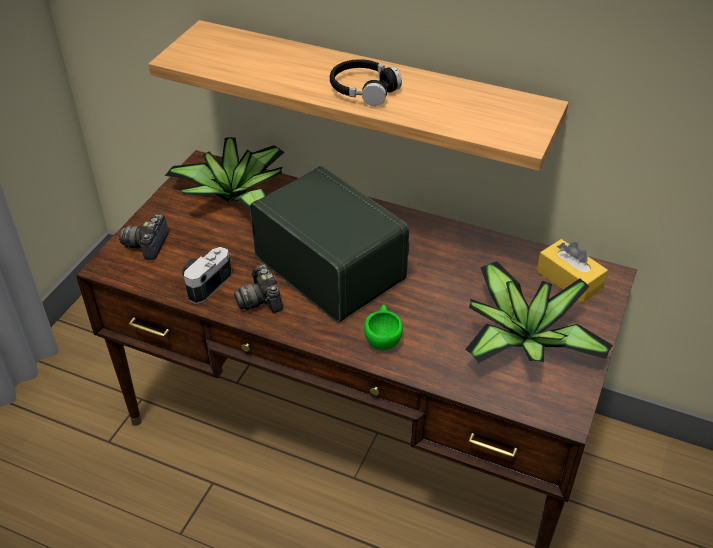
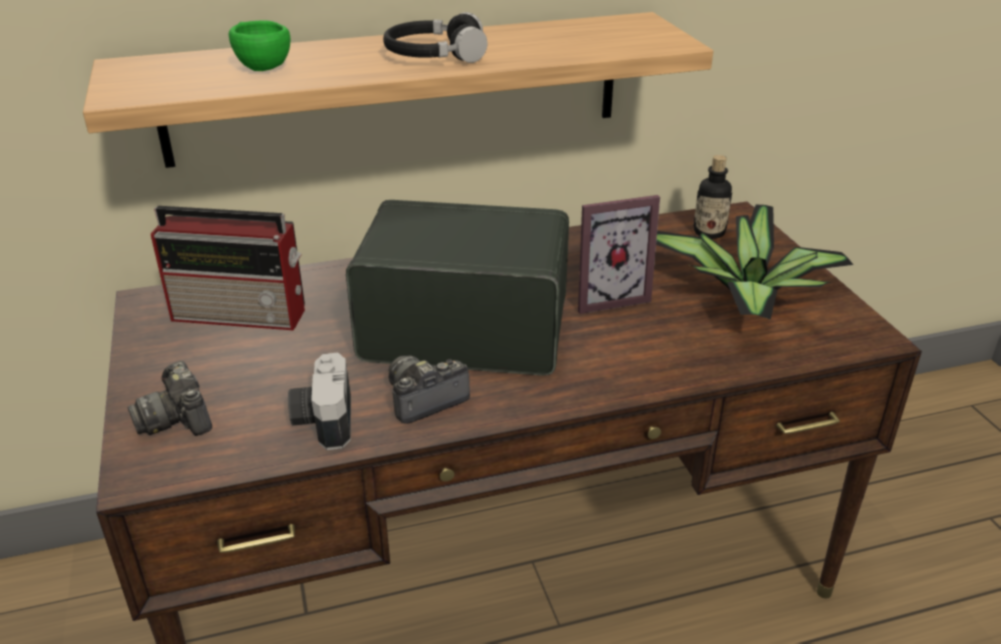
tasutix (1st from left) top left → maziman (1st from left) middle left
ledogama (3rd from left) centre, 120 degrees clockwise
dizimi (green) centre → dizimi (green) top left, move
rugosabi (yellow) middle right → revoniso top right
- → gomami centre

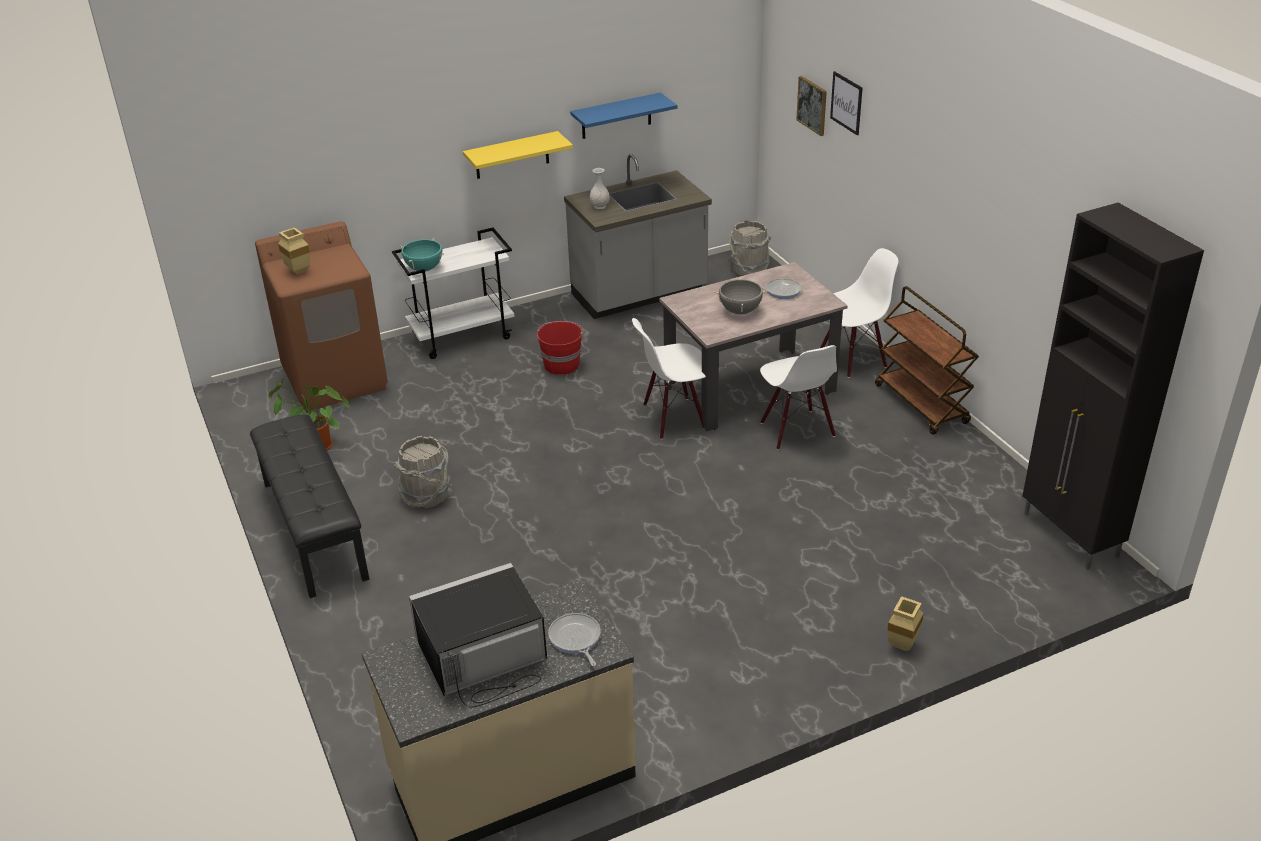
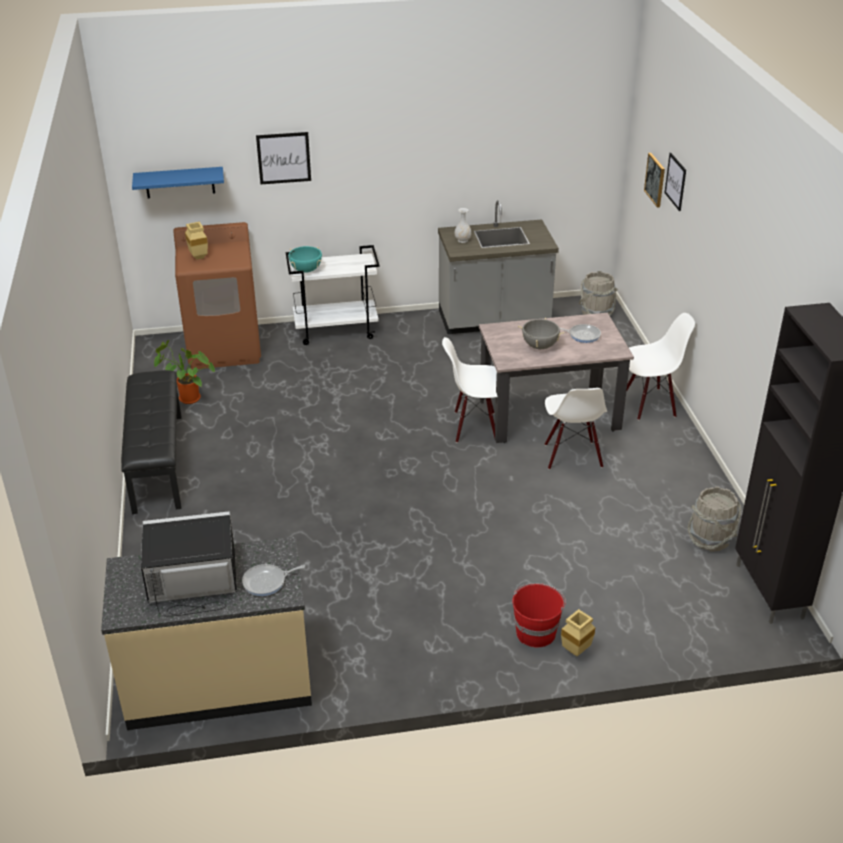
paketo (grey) (1st from left in the first image) centre → paketo (grey) (2nd from left) middle right, move
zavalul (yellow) top centre → -
paketo (red) centre → paketo (red) bottom centre, move
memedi (1st from left) bottom centre → memedi (1st from left) bottom left, 105 degrees counterclockwise
zavalul (blue) top centre → zavalul (blue) top left, move
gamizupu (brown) middle right → -
- → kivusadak (1st from left) top centre

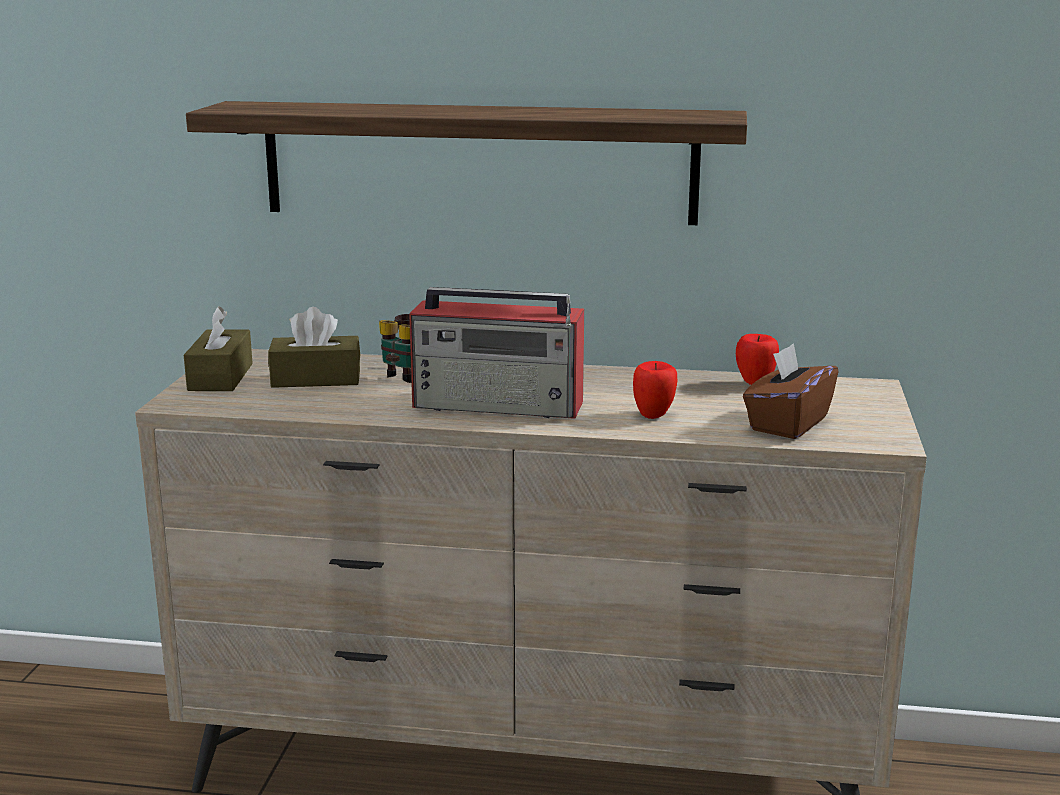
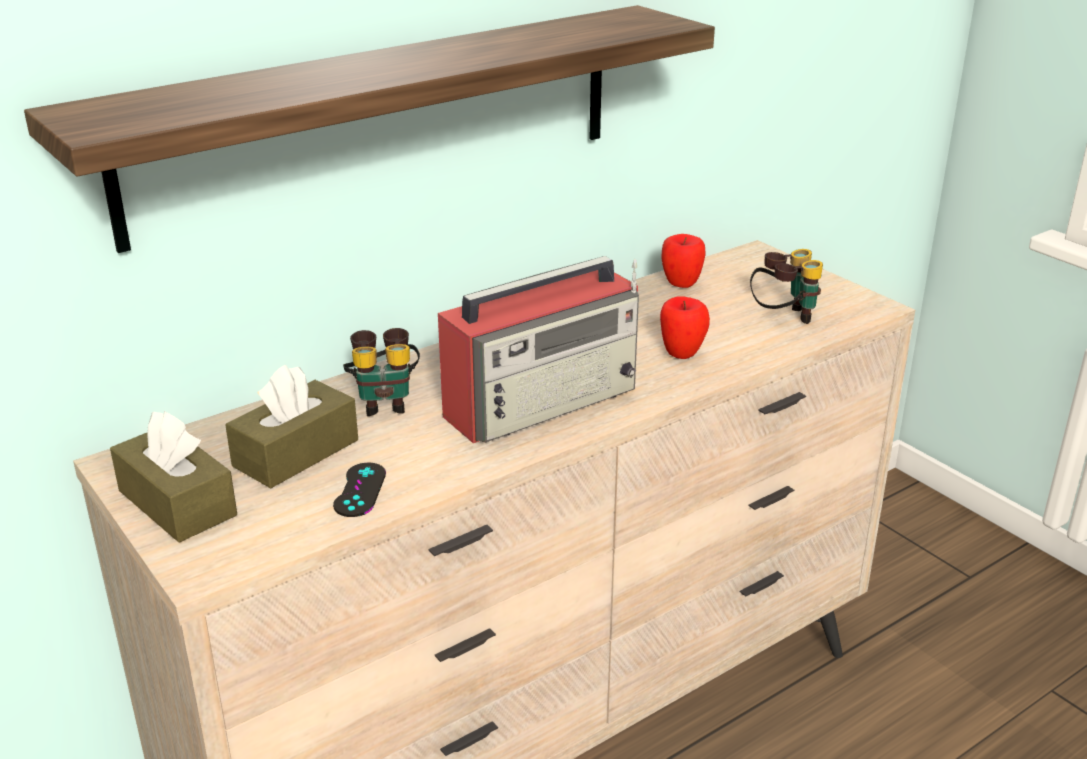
rugosabi (brown) (3rd from left) middle right → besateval (2nd from left) middle right
- → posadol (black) middle left

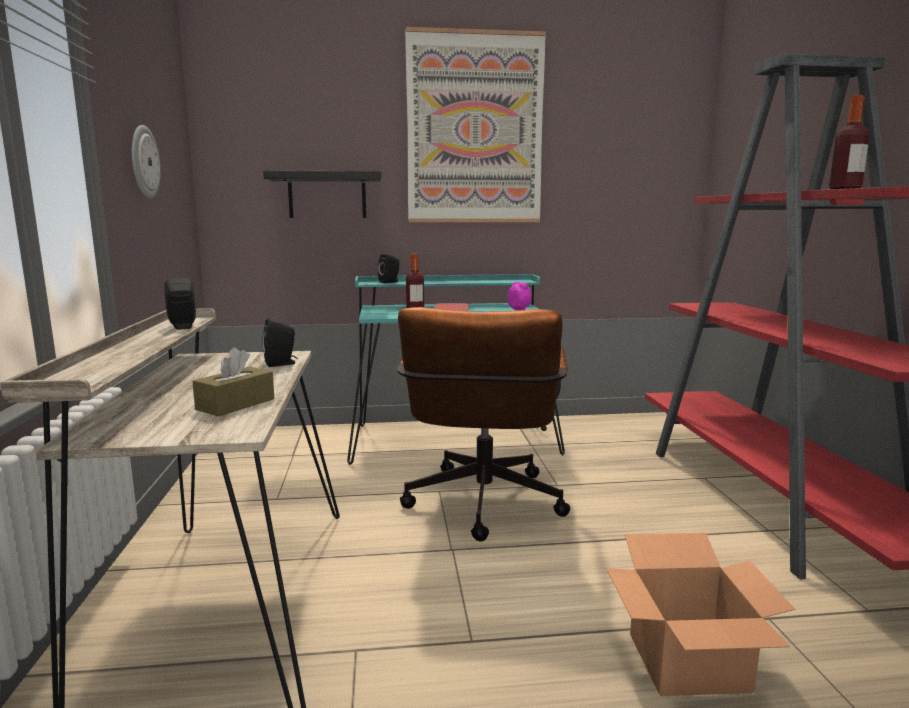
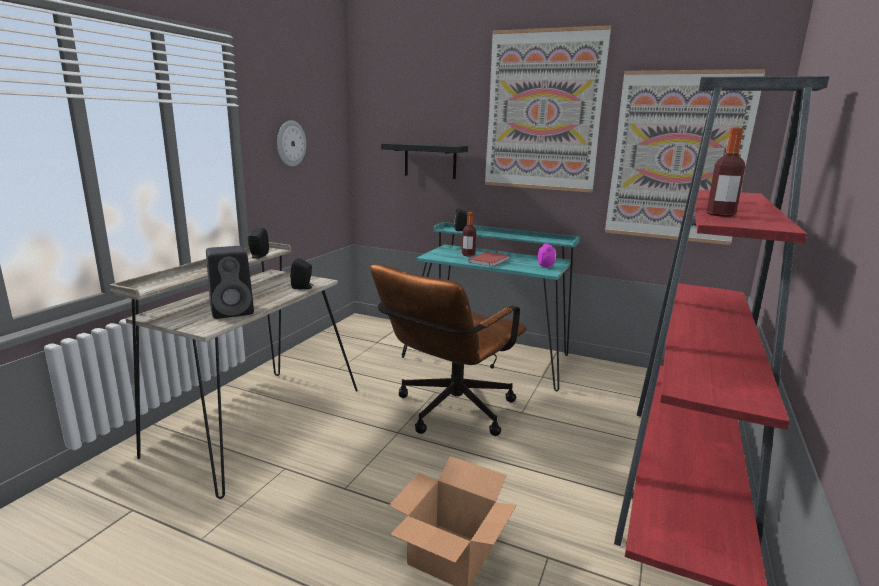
rugosabi (brown) middle left → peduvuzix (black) (1st from left) middle left
- → kivusadak (2nd from left) top right

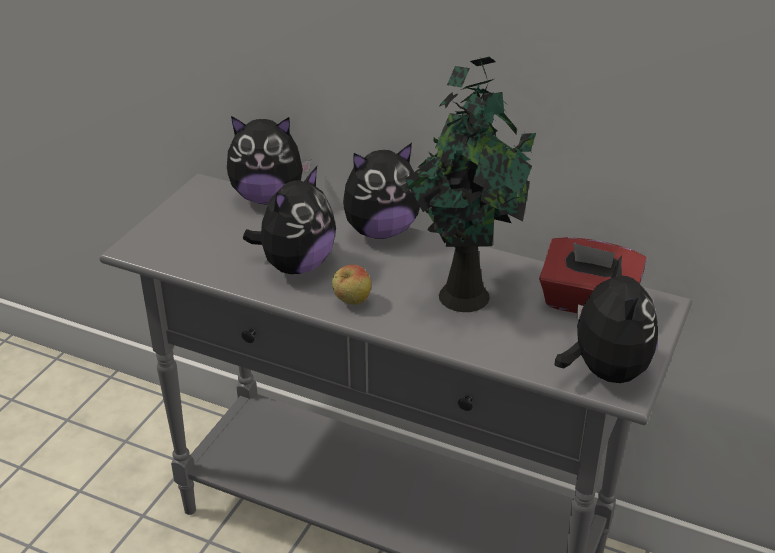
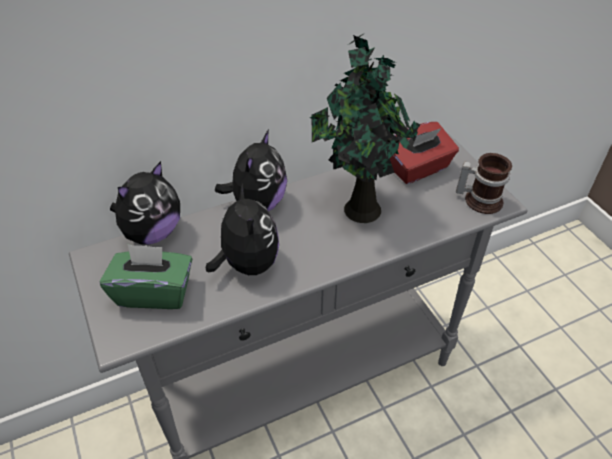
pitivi centre → -
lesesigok (4th from left) middle right → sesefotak middle right
- → rugosabi (green) middle left

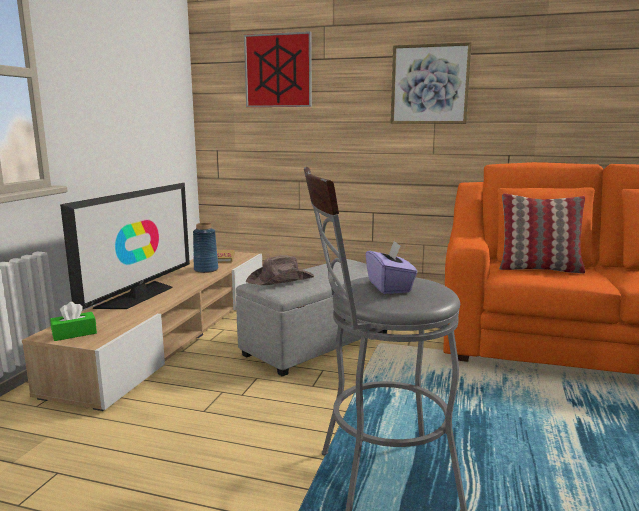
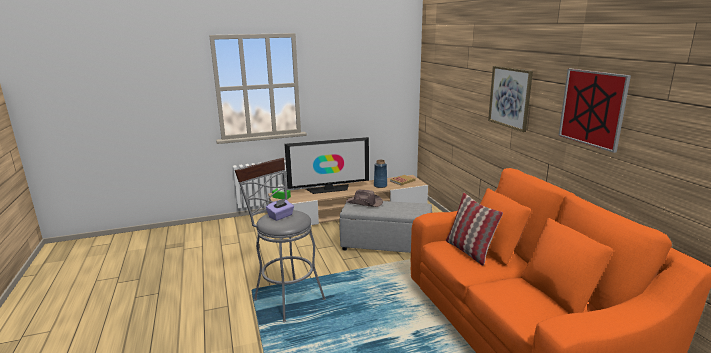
kivusadak (1st from left in the first image) top centre → kivusadak (2nd from left) top right, move

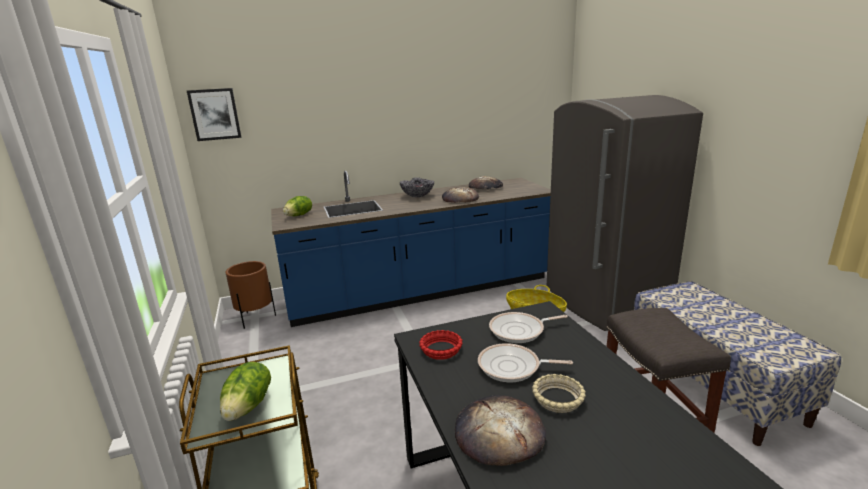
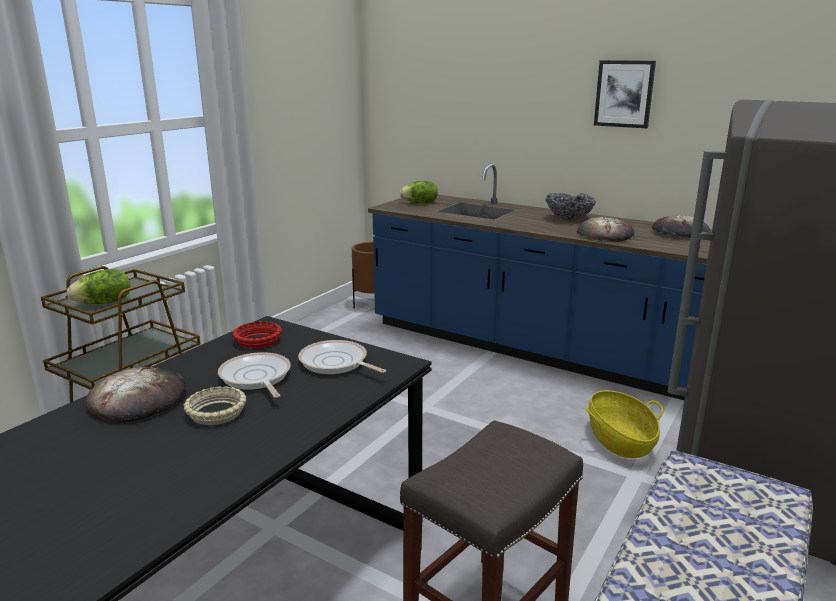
kivusadak top left → kivusadak top right, move

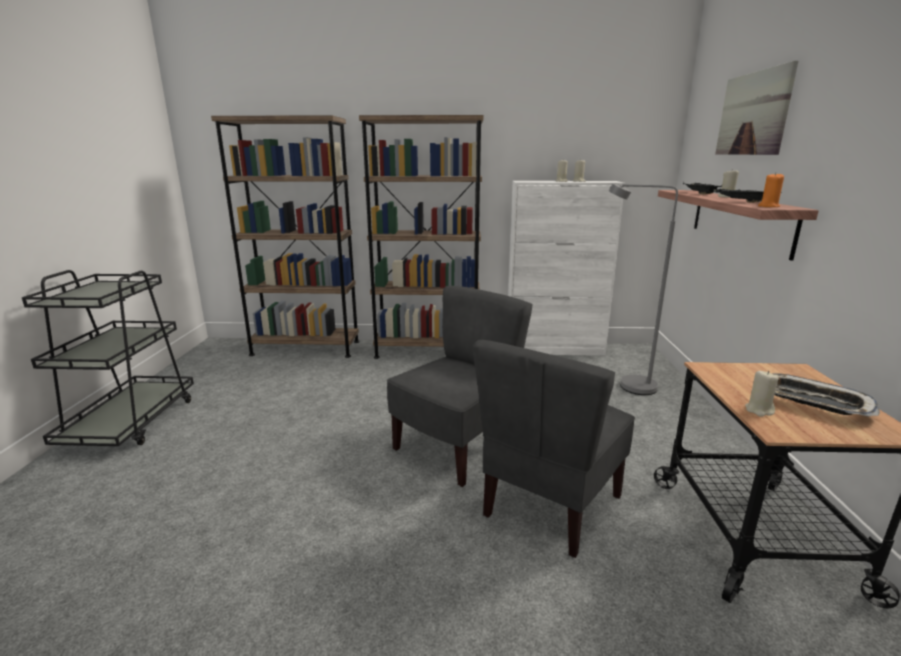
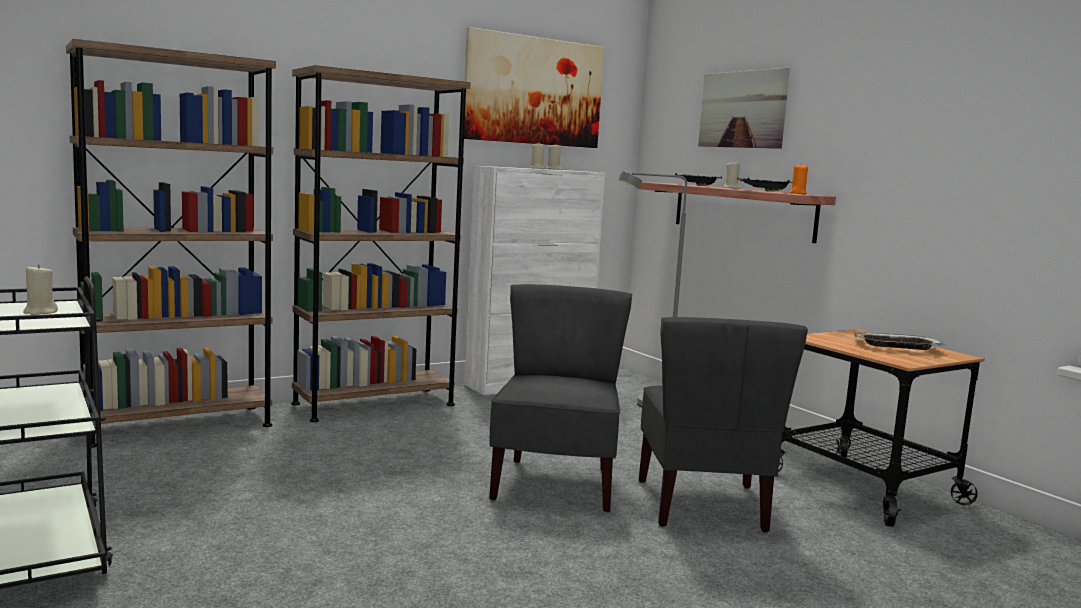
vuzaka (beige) (4th from left in the first image) middle right → vuzaka (beige) (1st from left) middle left, move
- → kivusadak (1st from left) top centre

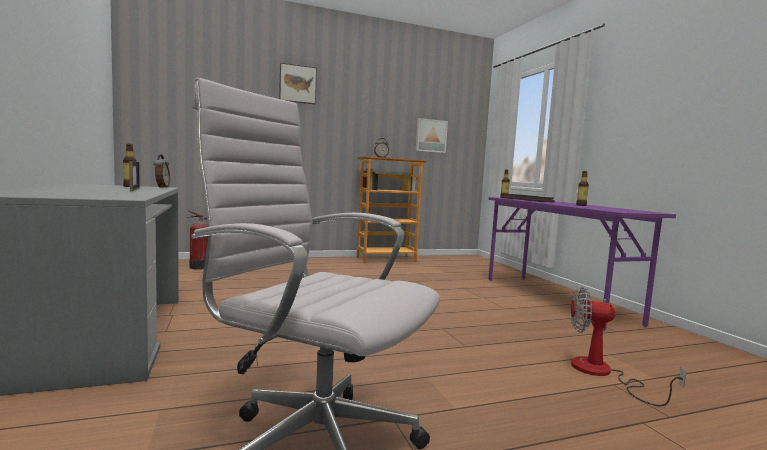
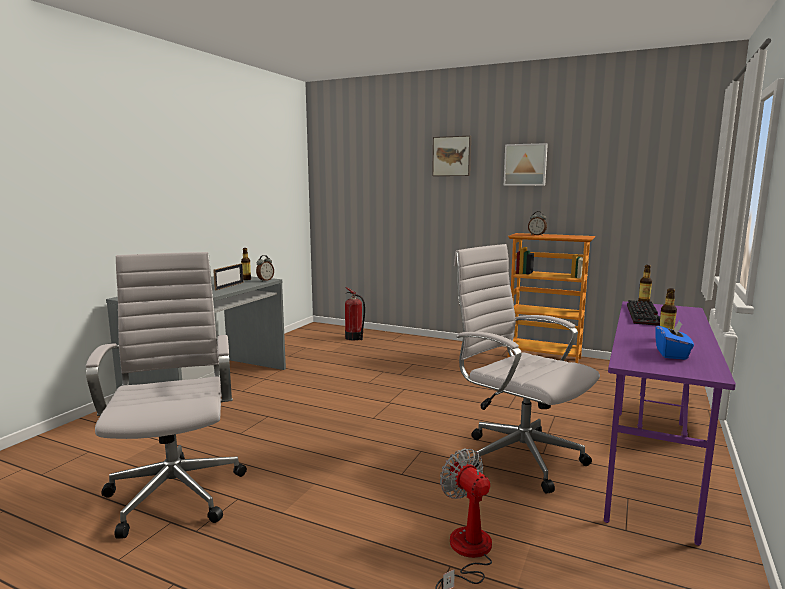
kivusadak (2nd from left) top centre → kivusadak (2nd from left) top right, move
- → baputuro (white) (2nd from left) middle right
- → rugosabi (blue) middle right

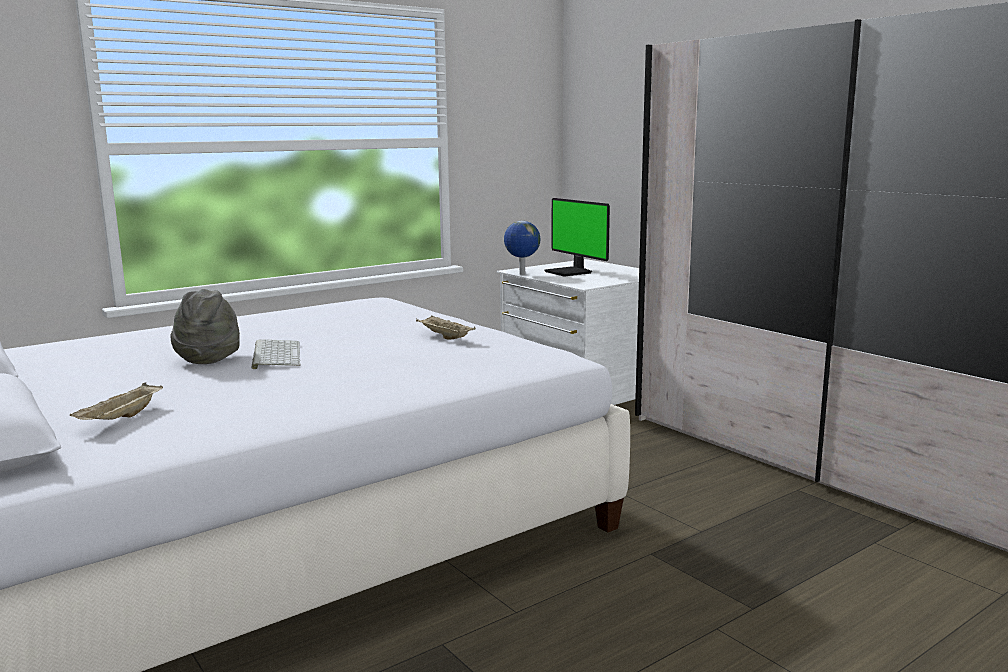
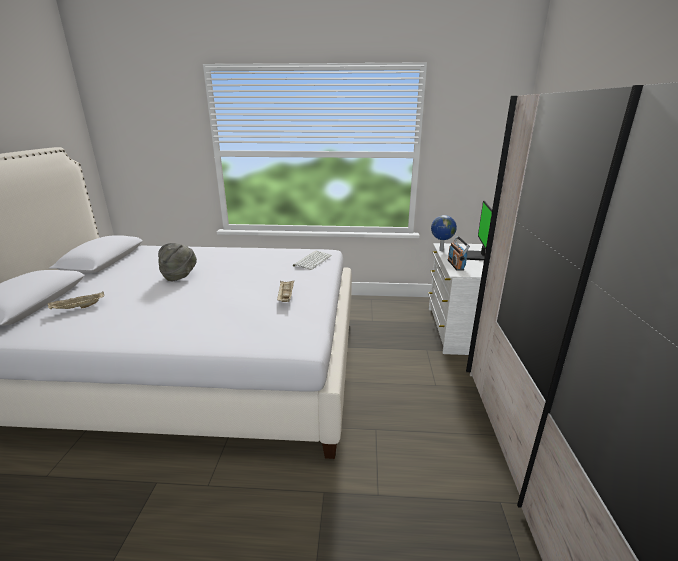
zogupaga middle left → zogupaga centre, move
- → maziman middle right

